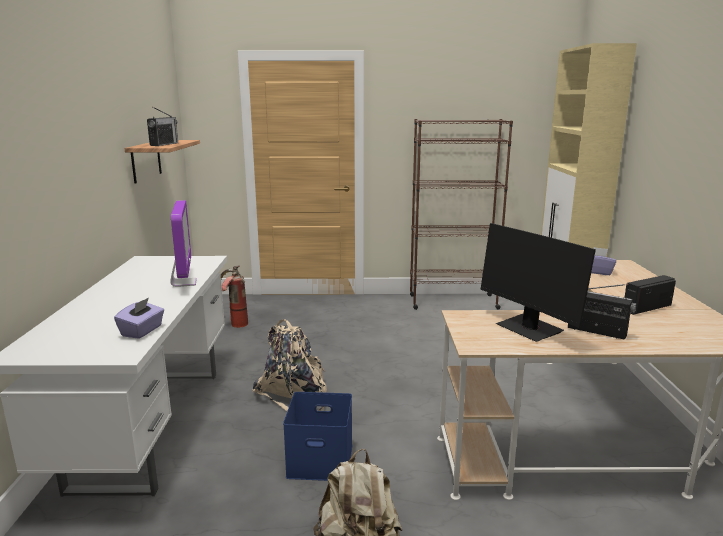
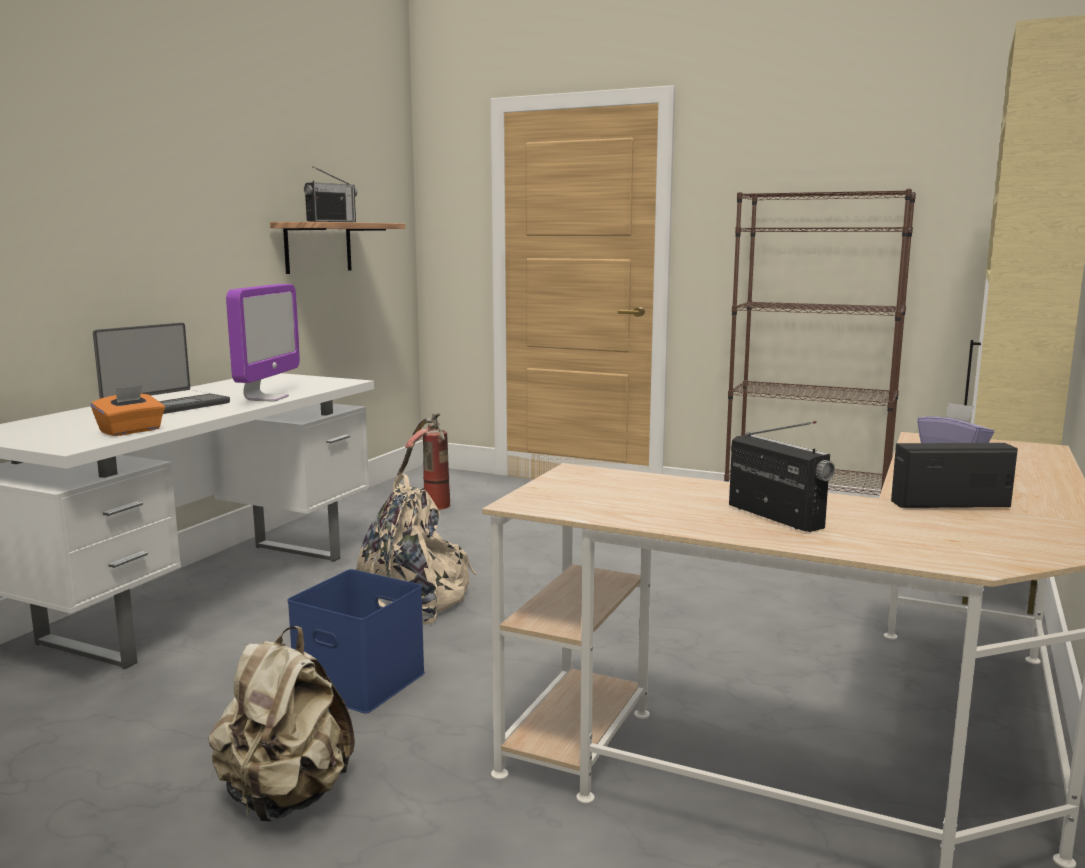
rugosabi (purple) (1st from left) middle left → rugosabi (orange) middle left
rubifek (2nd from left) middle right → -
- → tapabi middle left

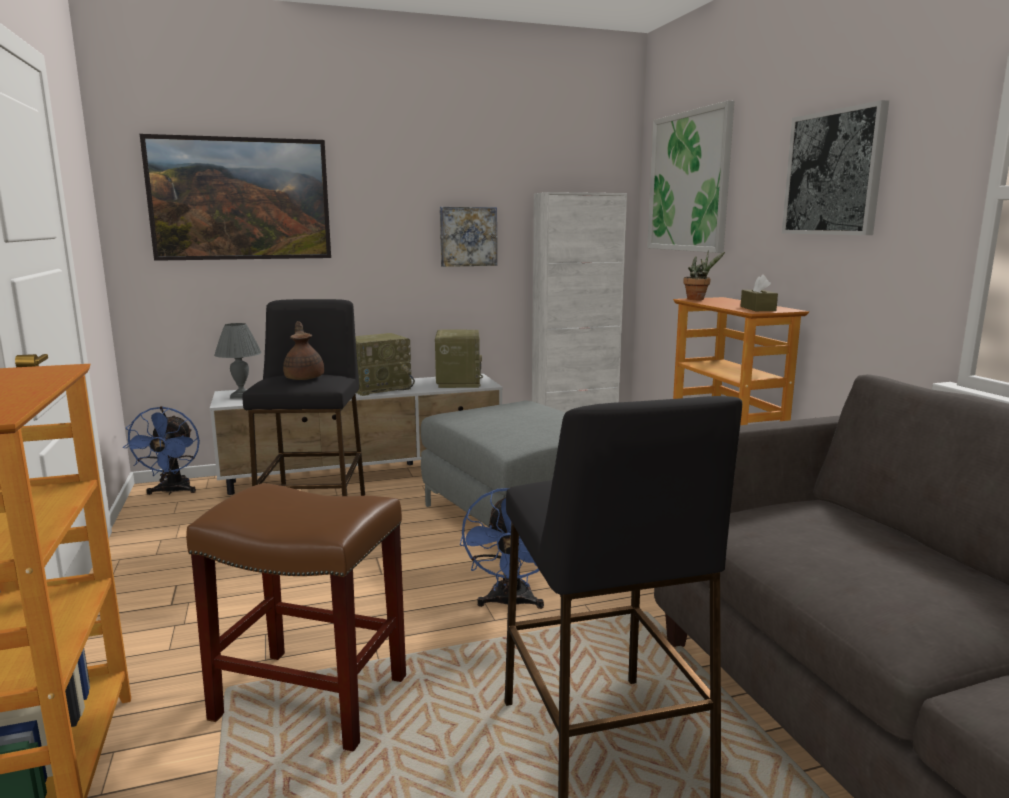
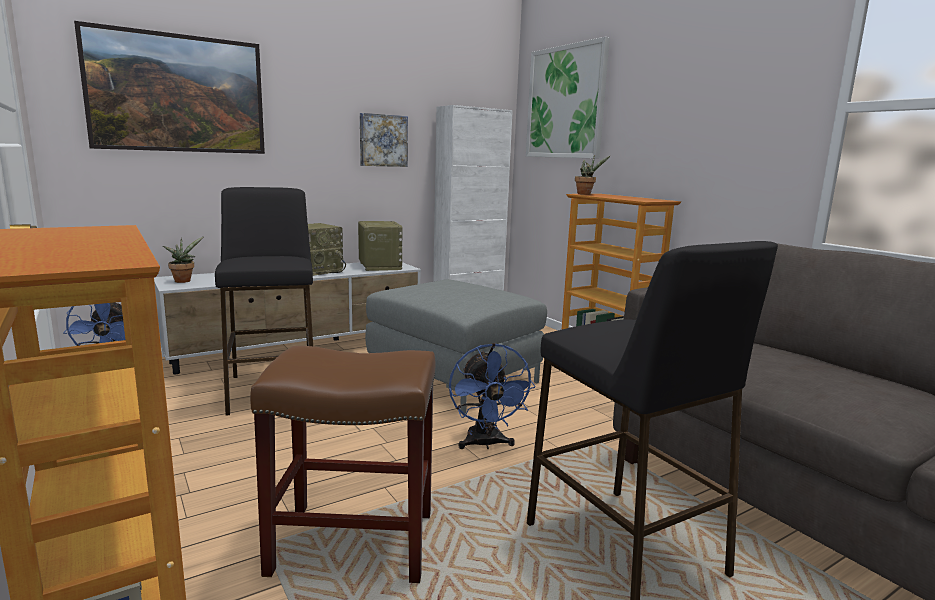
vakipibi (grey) middle left → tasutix (1st from left) middle left
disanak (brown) middle left → -
rugosabi (brown) middle right → -
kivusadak (4th from left) top right → -

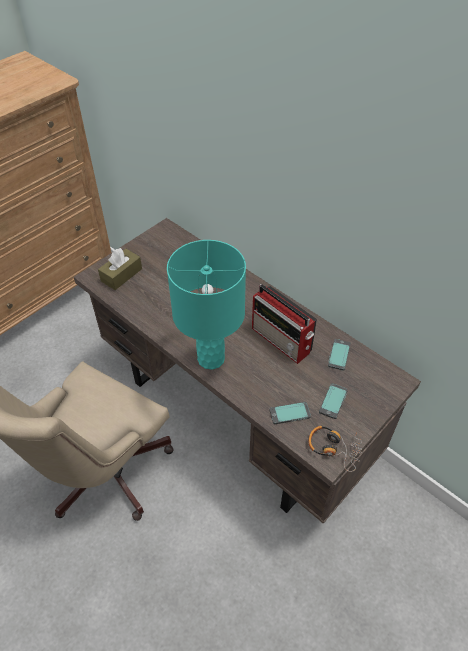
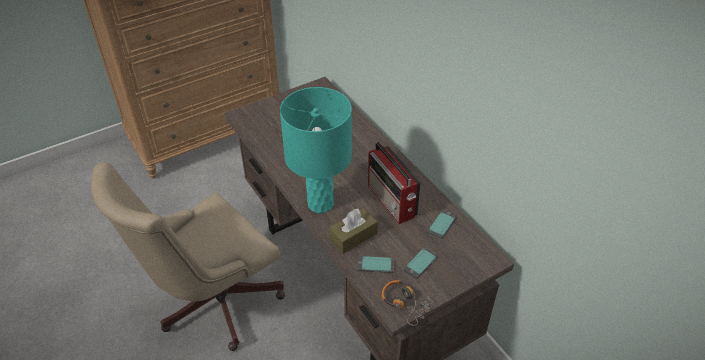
rugosabi (brown) middle left → rugosabi (brown) centre, move

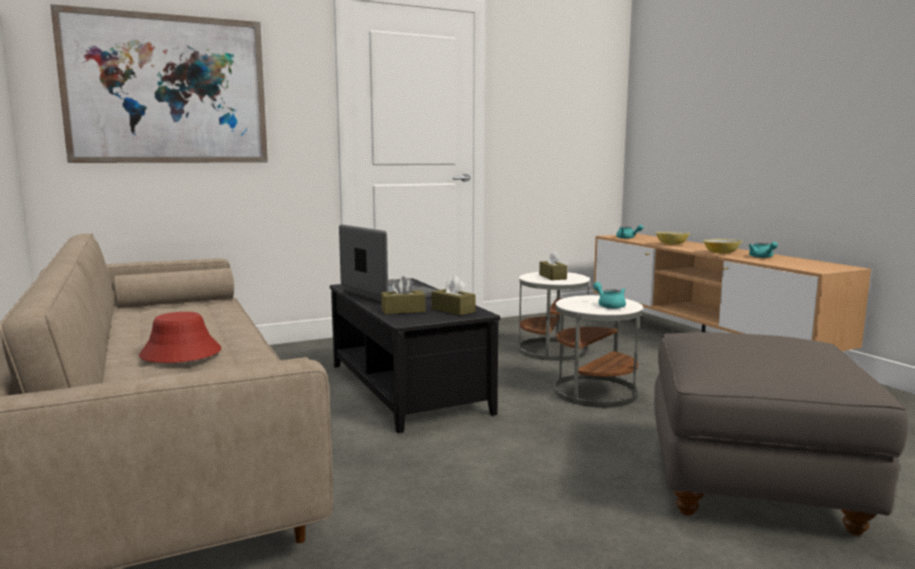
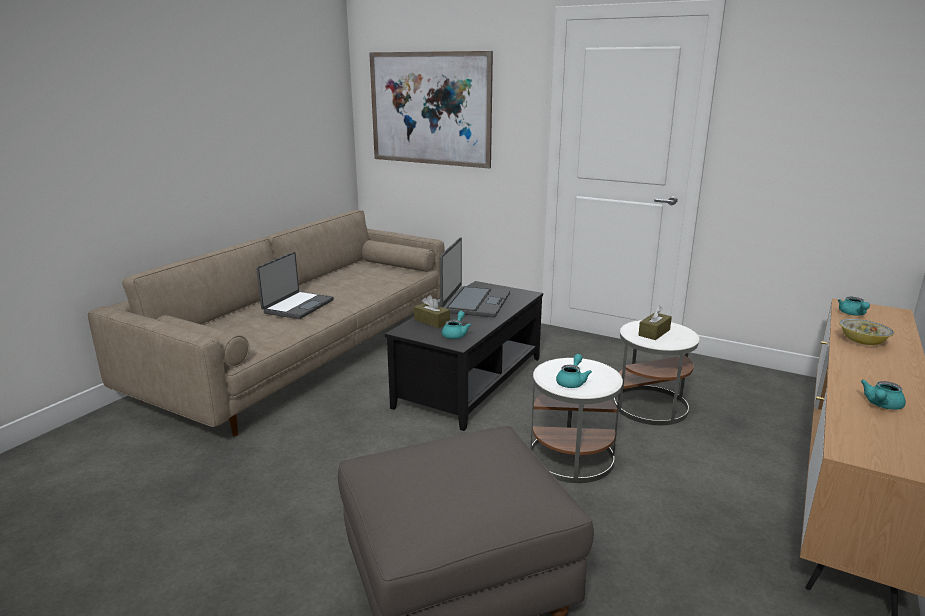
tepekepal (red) middle left → tapabi (1st from left) middle left
rugosabi (brown) (2nd from left) centre → disanak (turquoise) (1st from left) centre
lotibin (2nd from left) middle right → -

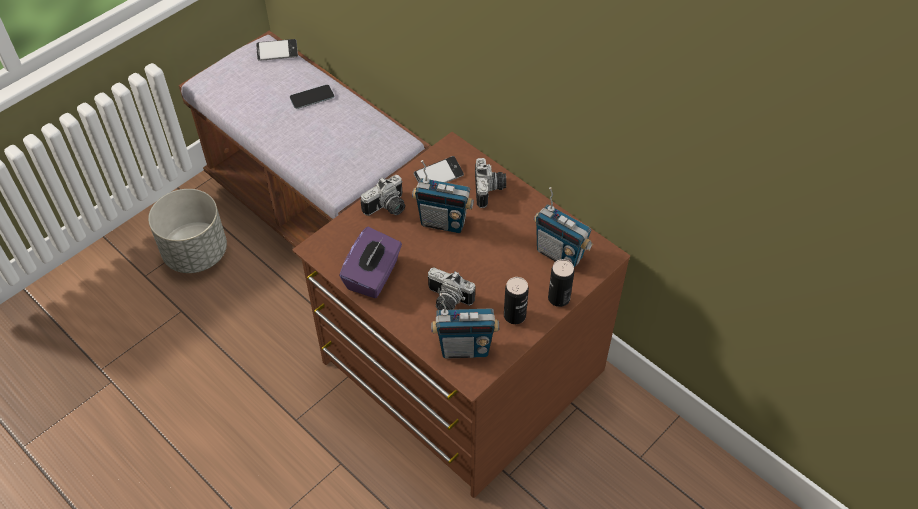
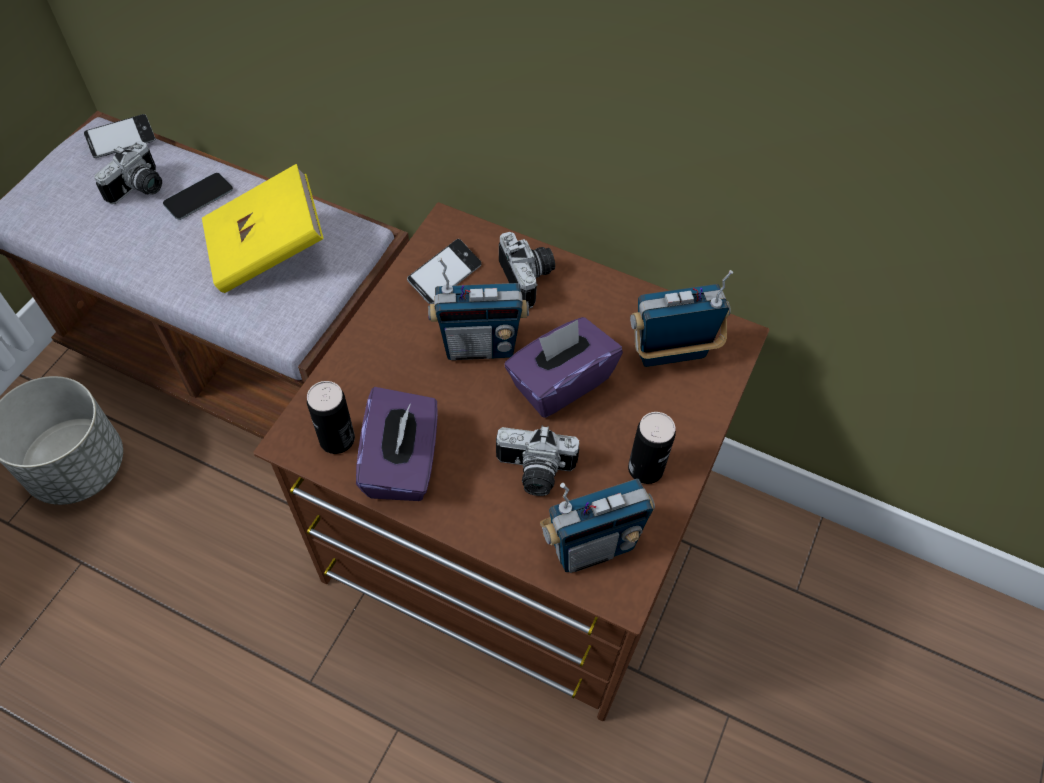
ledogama (1st from left) centre → ledogama (1st from left) top left, move
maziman (3rd from left) centre, 150 degrees clockwise
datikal (2nd from left in the first image) centre → datikal (1st from left) middle left, move
- → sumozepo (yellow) top left
- → rugosabi (purple) (2nd from left) centre

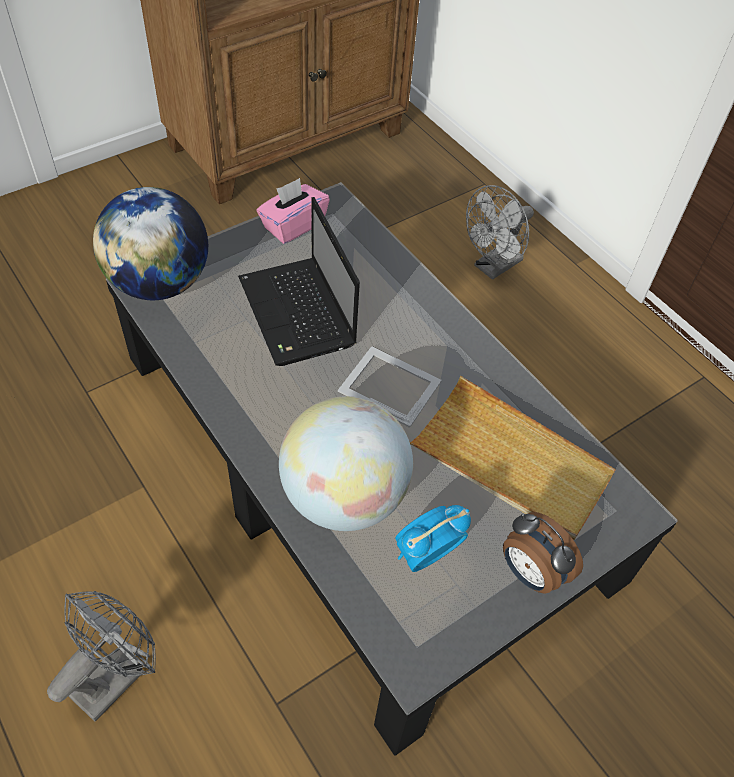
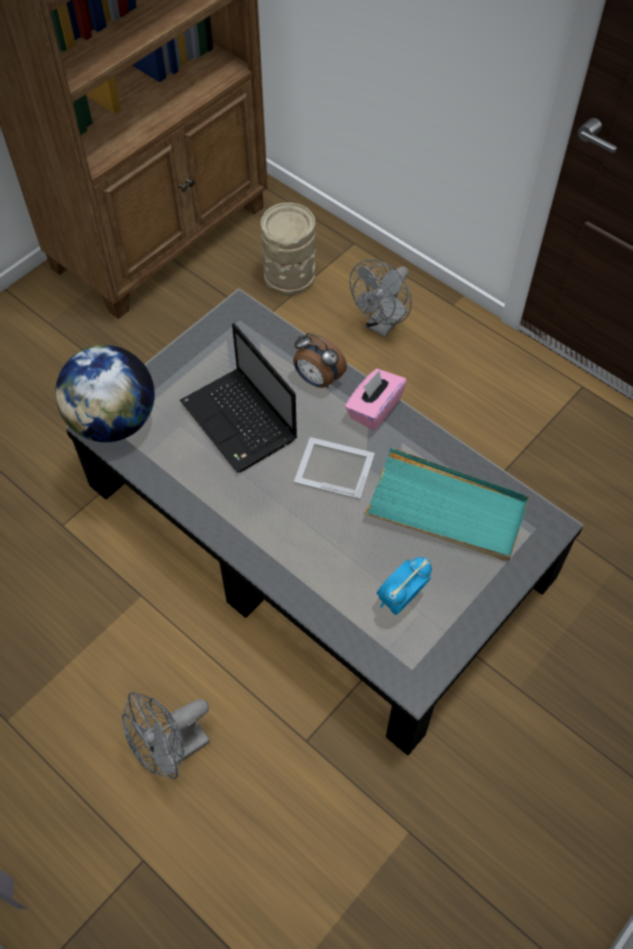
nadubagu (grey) (1st from left) bottom left, 150 degrees counterclockwise
rugosabi (pink) top centre → rugosabi (pink) centre, move
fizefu (2nd from left) centre → -
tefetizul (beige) middle right → tefetizul (turquoise) middle right
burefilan (2nd from left in the first image) bottom right → burefilan (1st from left) centre, move
- → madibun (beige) top centre

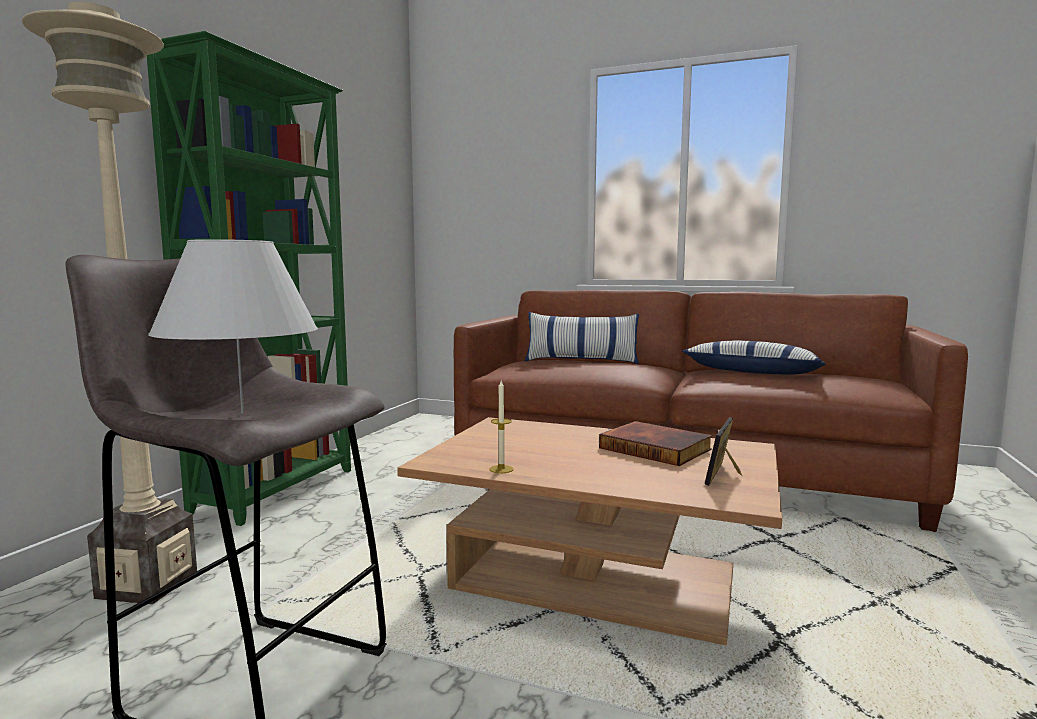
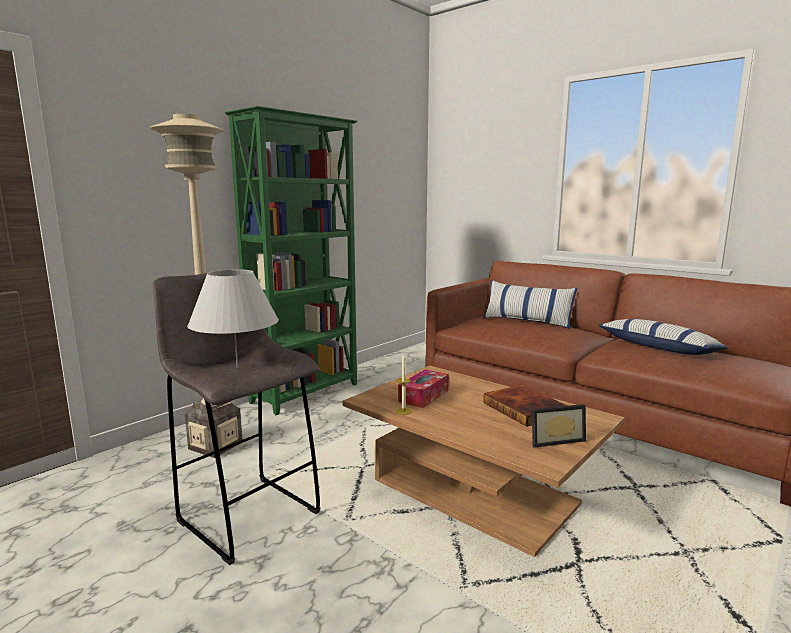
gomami middle right → gomami bottom right, 150 degrees counterclockwise
- → rugosabi centre

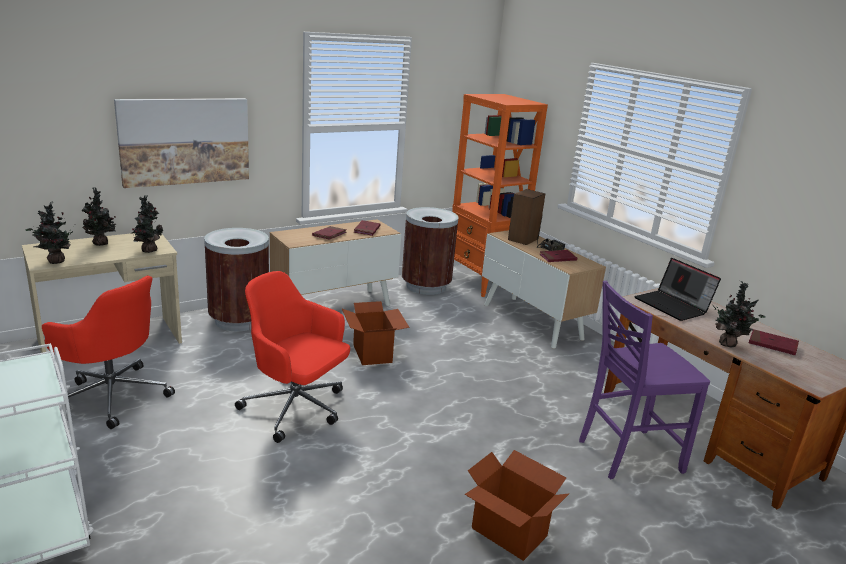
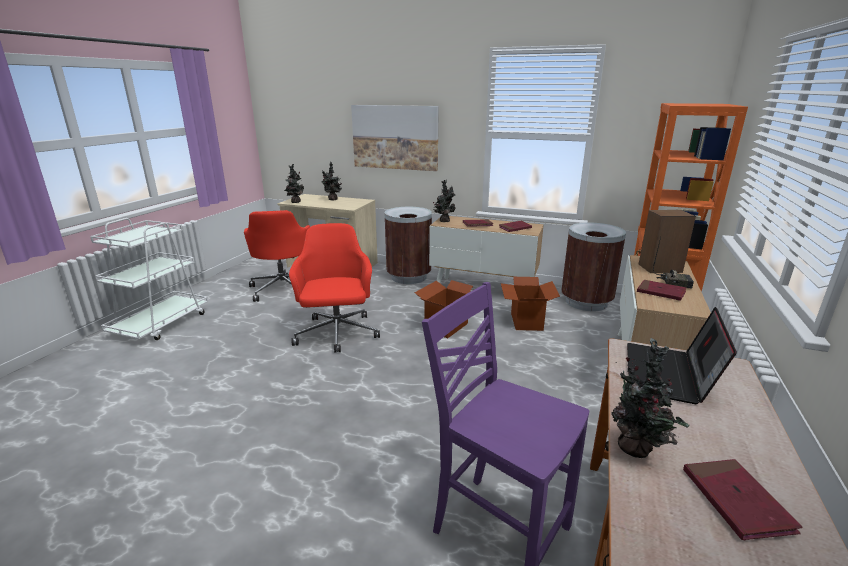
tasutix (3rd from left) middle left → tasutix (3rd from left) centre, move
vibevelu (2nd from left) bottom centre → vibevelu (2nd from left) centre, move

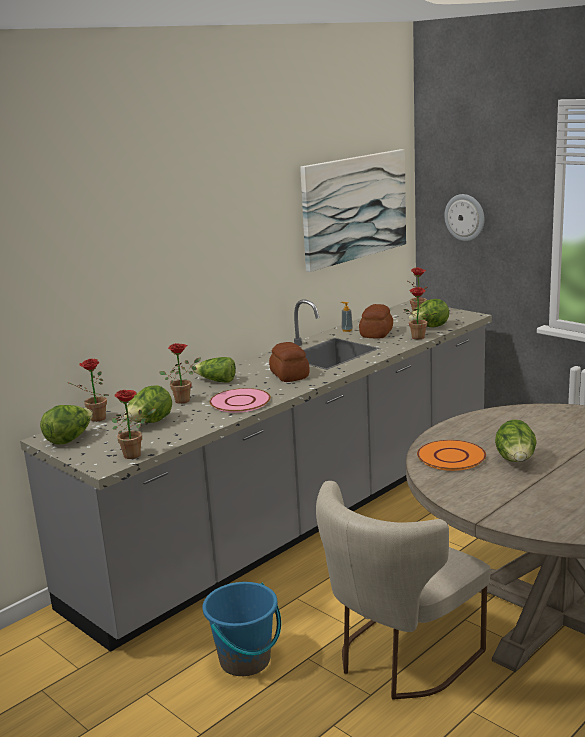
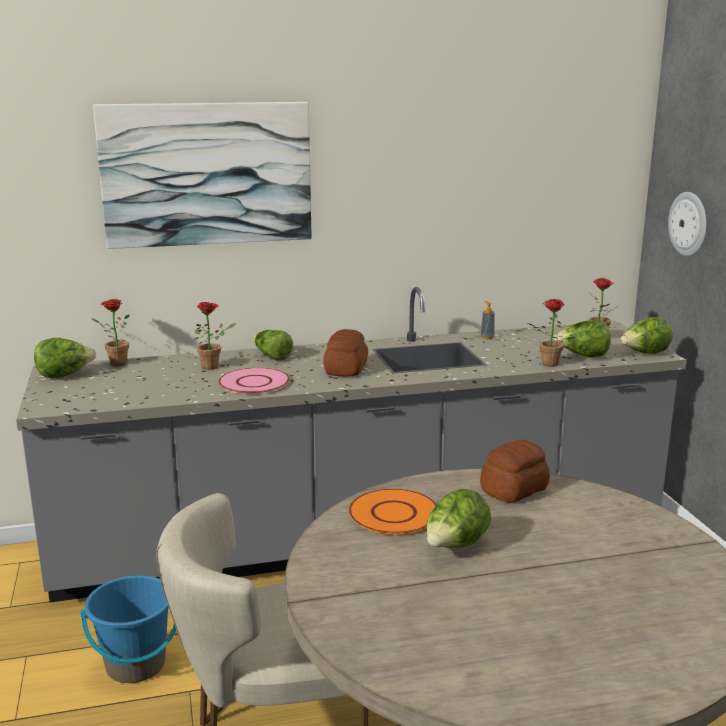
tasutix (2nd from left) middle left → -
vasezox (2nd from left in the first image) middle left → vasezox (5th from left) middle right, move
kivusadak top centre → kivusadak top left, move
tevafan (2nd from left) centre → tevafan (2nd from left) middle right, move

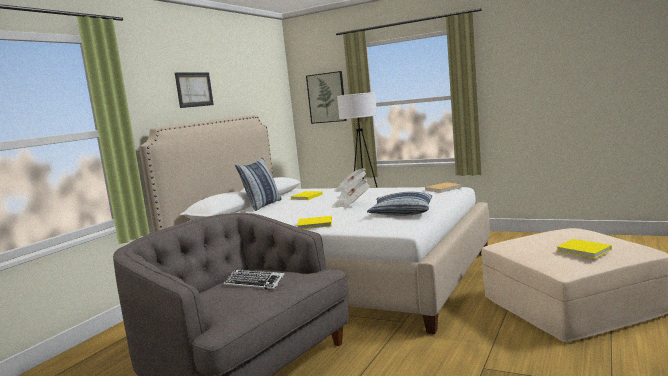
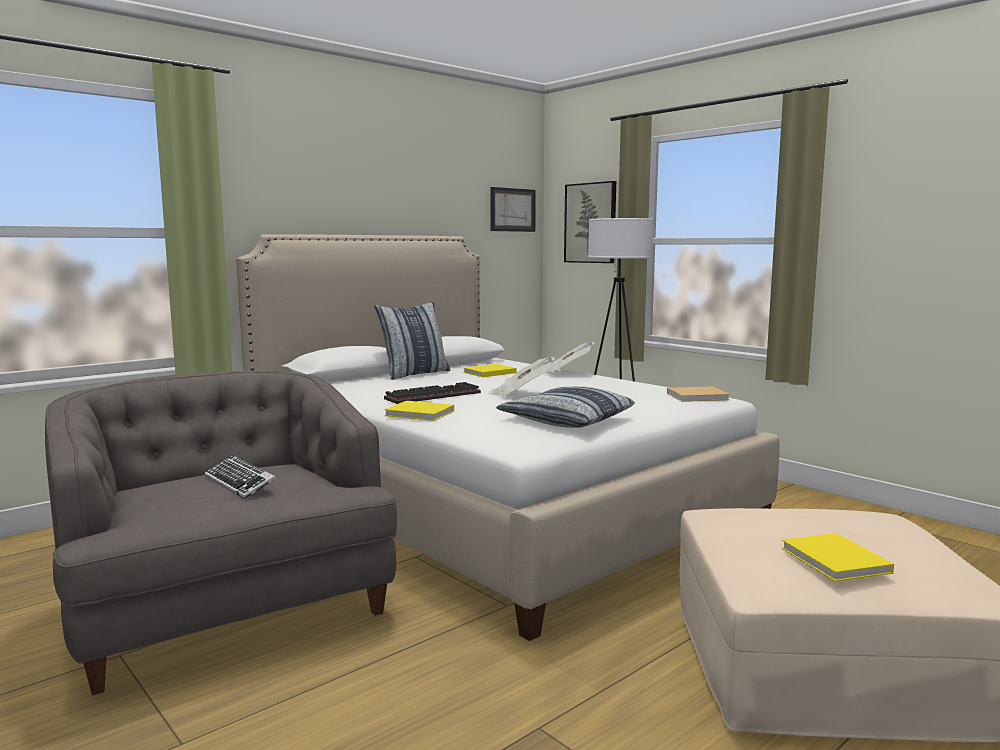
kivusadak (1st from left) top left → kivusadak (1st from left) top centre, move
- → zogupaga (2nd from left) centre

